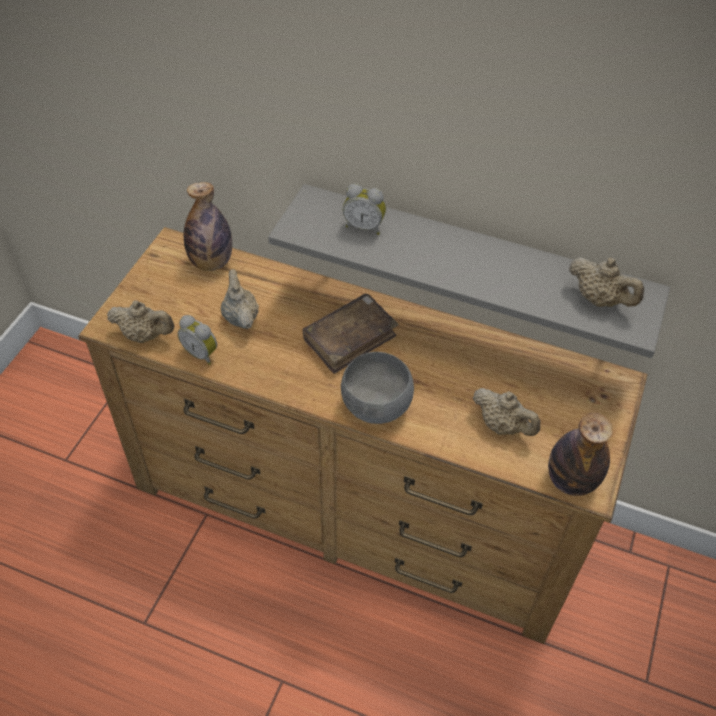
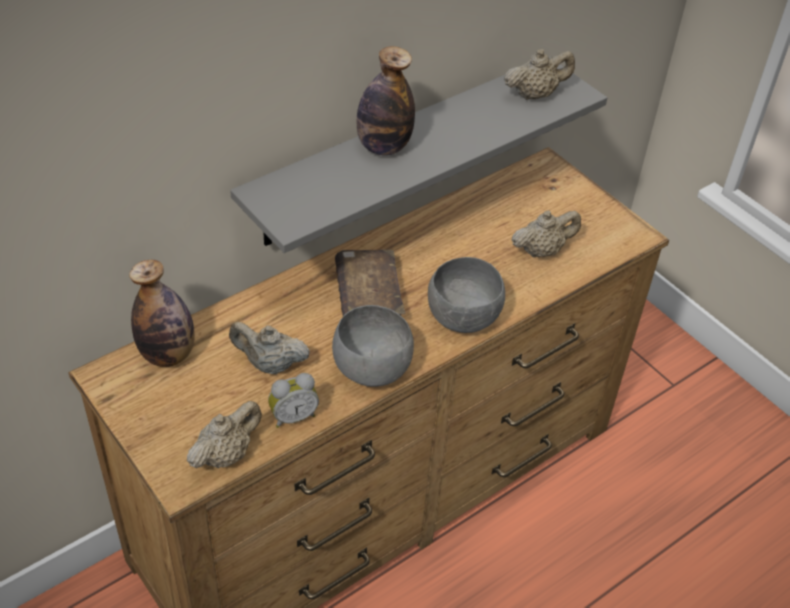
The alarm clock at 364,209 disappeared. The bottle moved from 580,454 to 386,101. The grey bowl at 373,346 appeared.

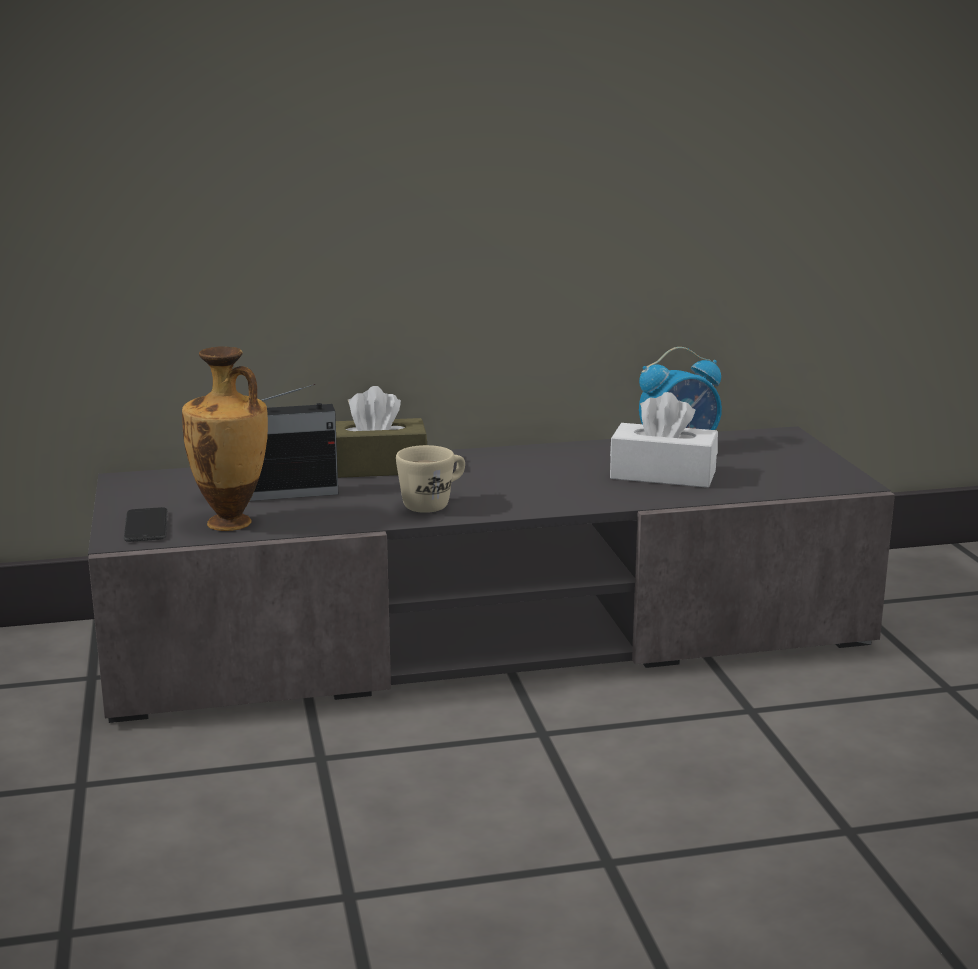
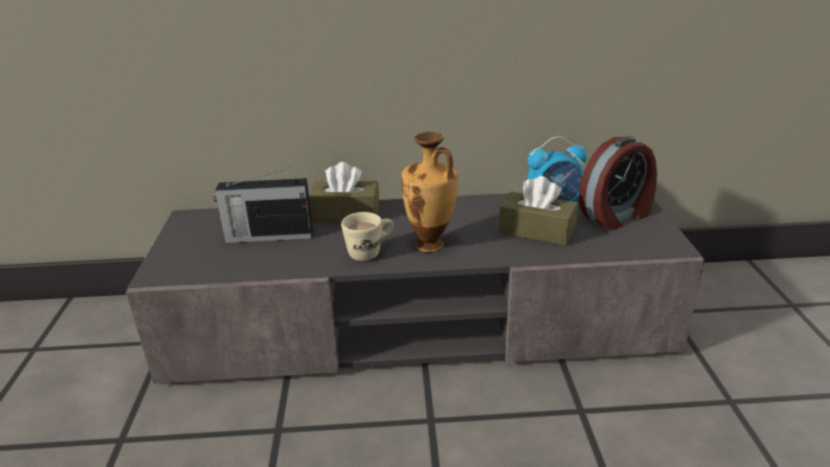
The vase moved from 225,438 to 430,192. The white tissue box at 664,440 became the brown tissue box at 538,211. The phone at 146,524 disappeared. The alarm clock at 618,183 appeared.

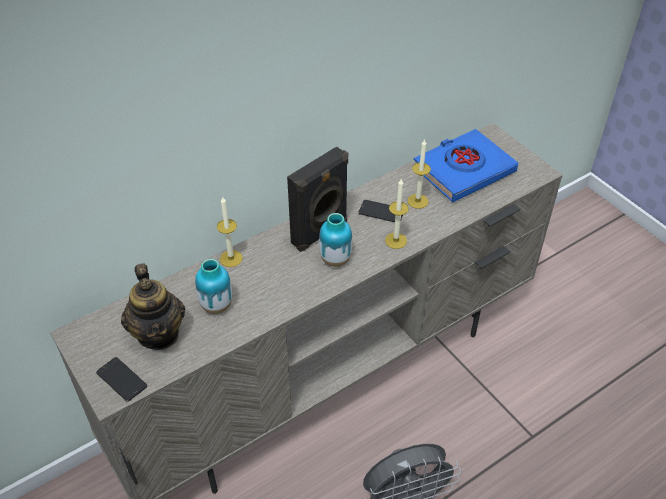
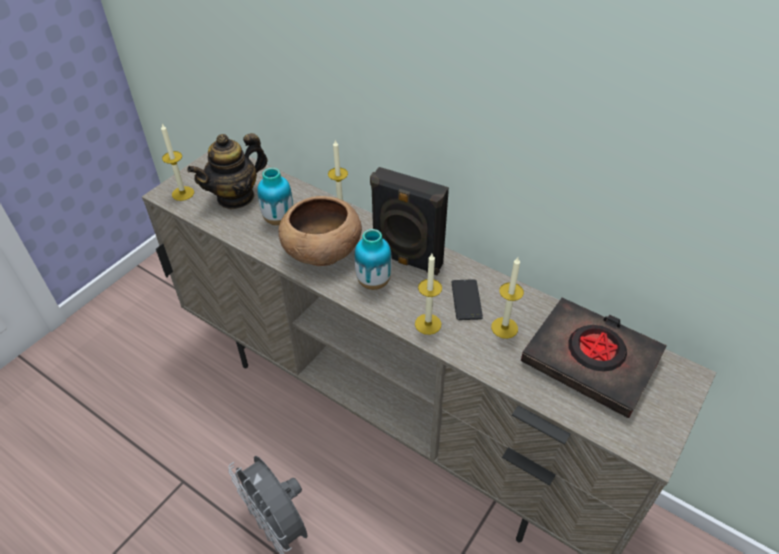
The blue book at 466,165 became the black book at 594,358. The phone at 121,379 was replaced by the candle at 177,162. The brown bowl at 320,231 appeared.

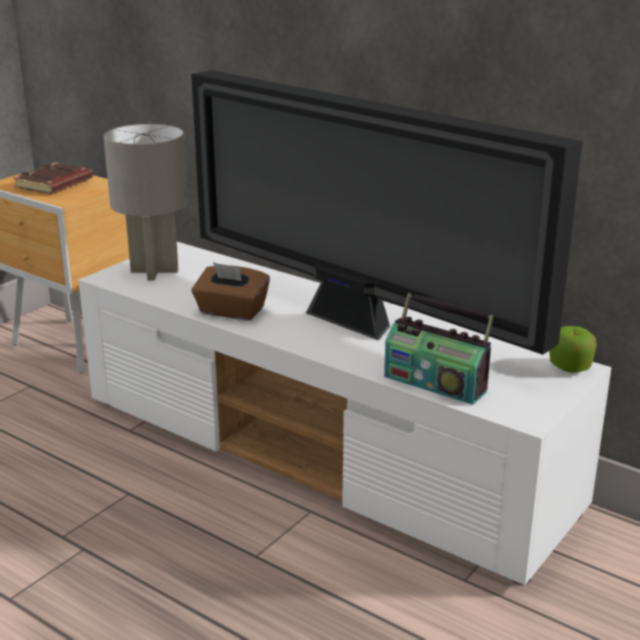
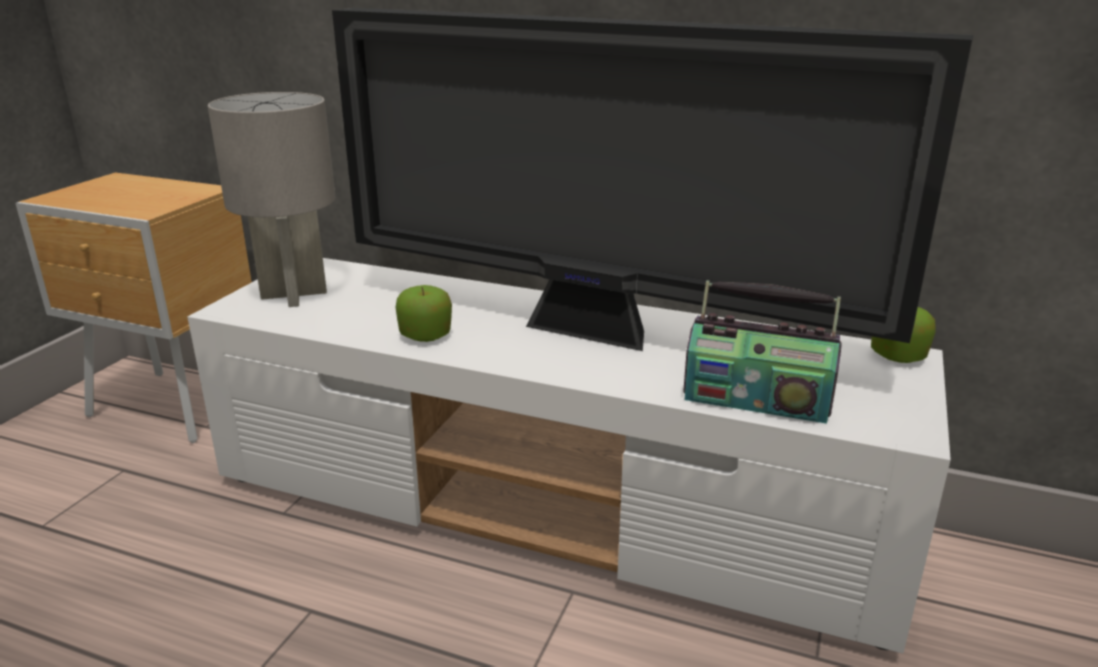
The brown book at 53,178 disappeared. The brown tissue box at 231,291 was replaced by the apple at 423,313.

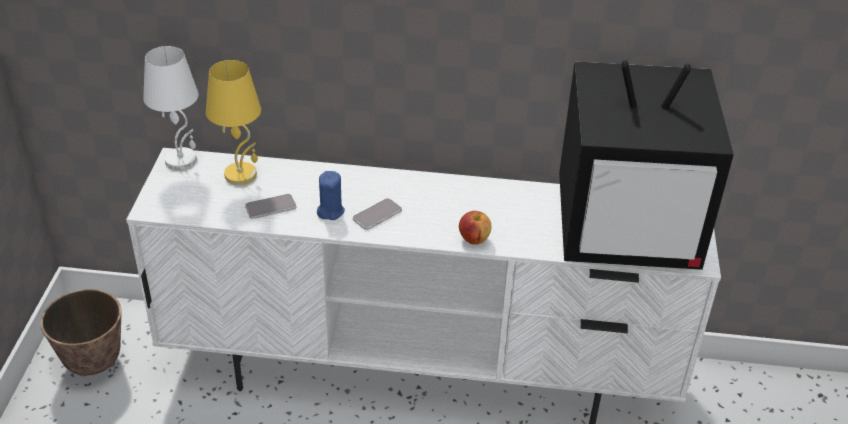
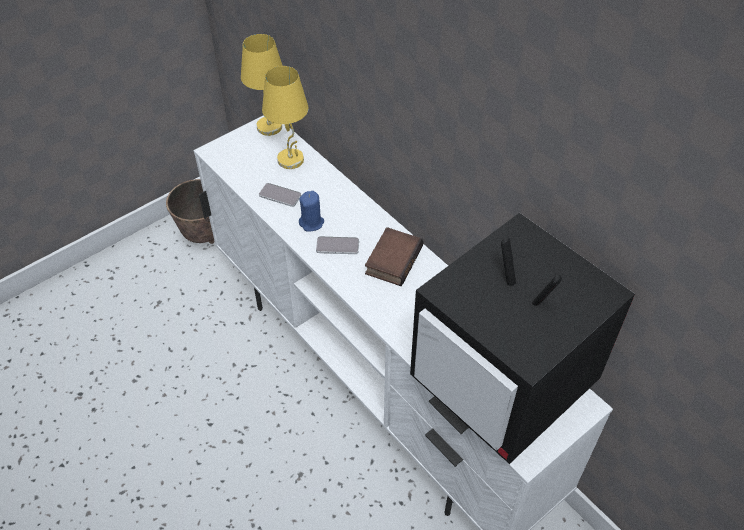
The white table lamp at 170,108 became the yellow table lamp at 262,85. The apple at 475,228 disappeared. The book at 394,256 appeared.

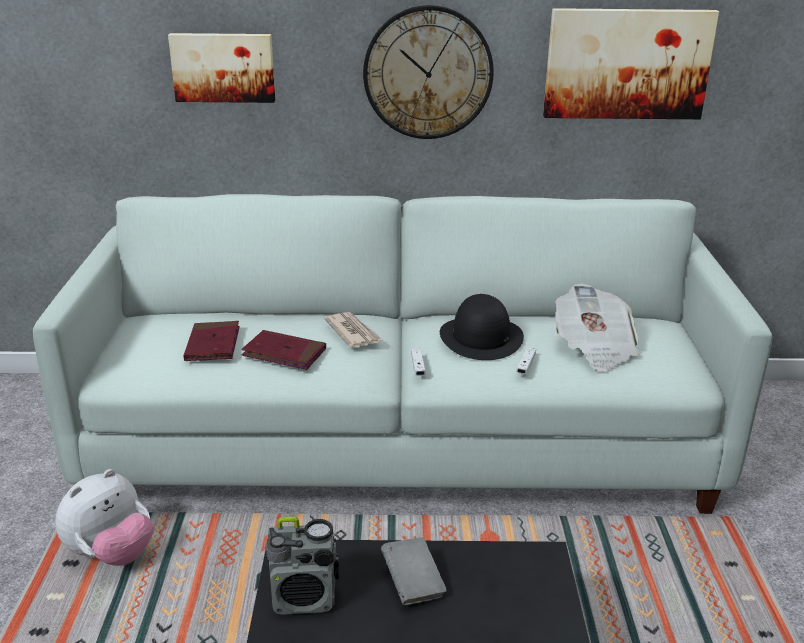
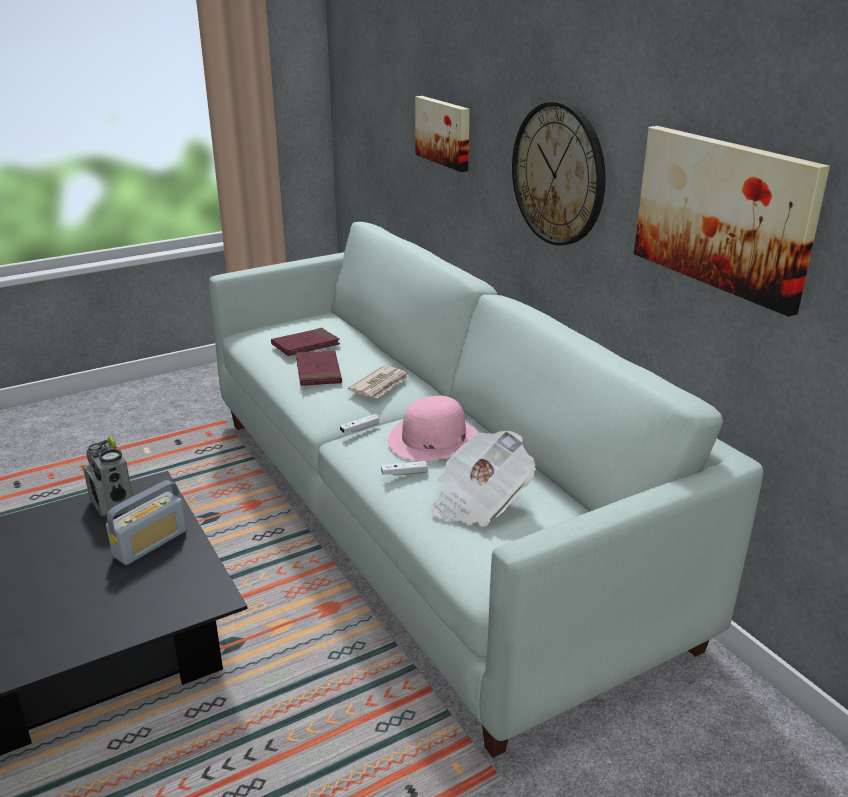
The black hat at 482,327 became the pink hat at 433,428. The plush toy at 104,517 disappeared. The grey book at 414,571 was replaced by the radio at 146,522.

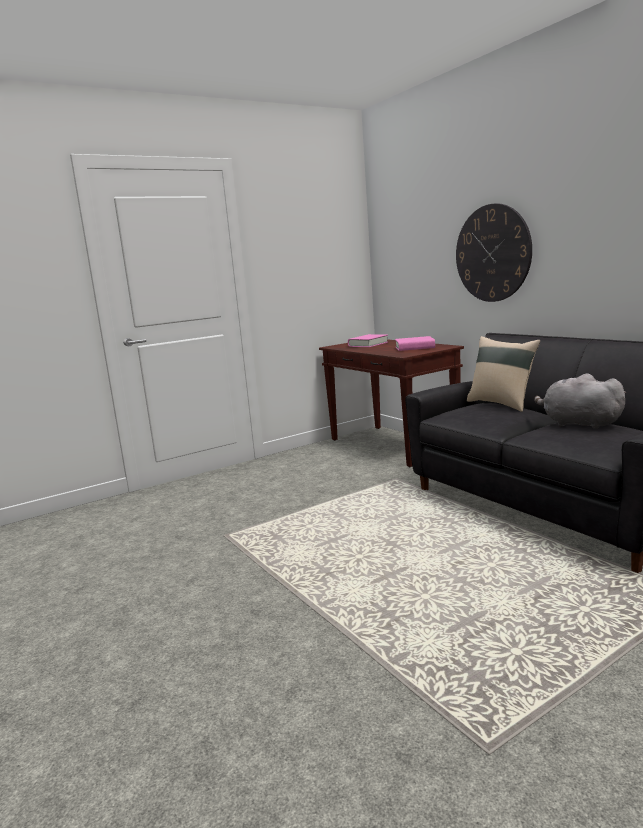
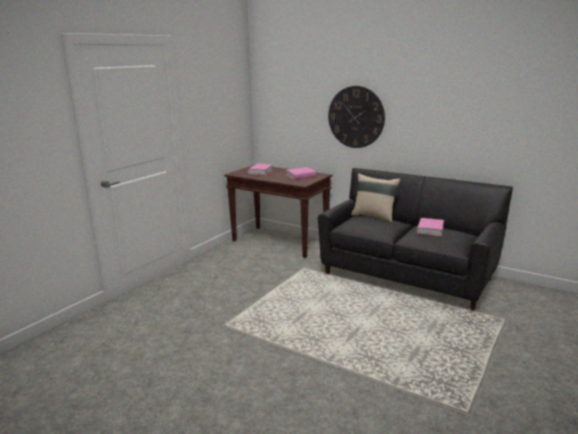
The grey plush toy at 580,401 was replaced by the pink book at 430,227.

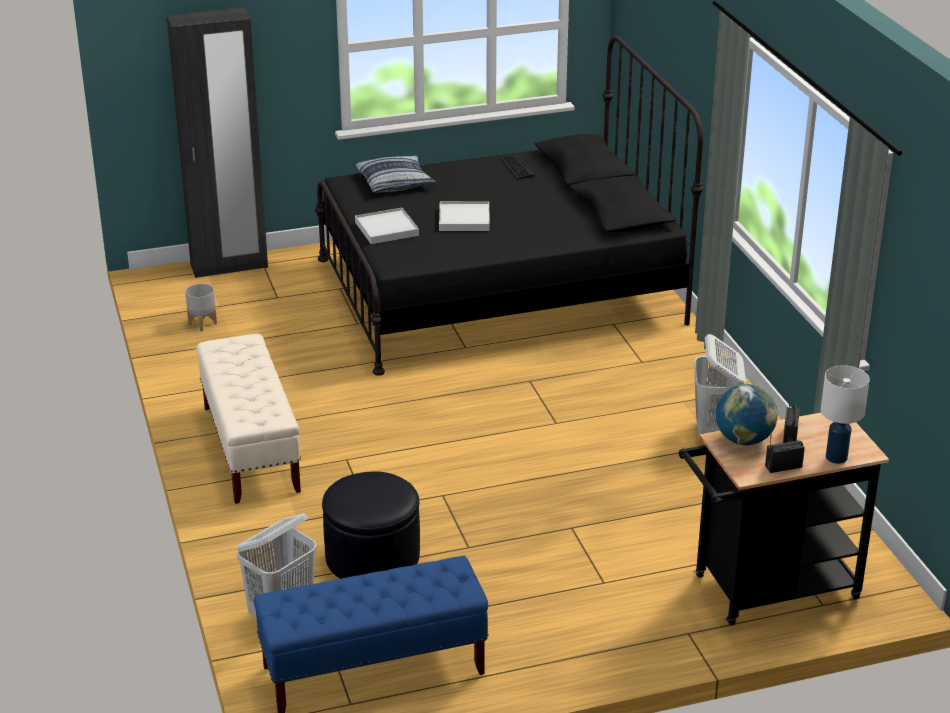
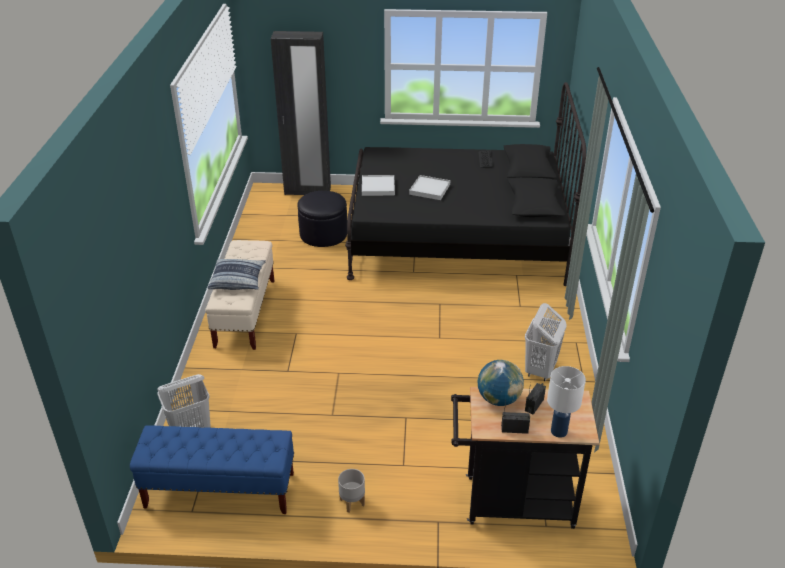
The pillow moved from 396,174 to 237,274. The grey planter moved from 201,307 to 351,491. The black ottoman moved from 371,525 to 322,219.

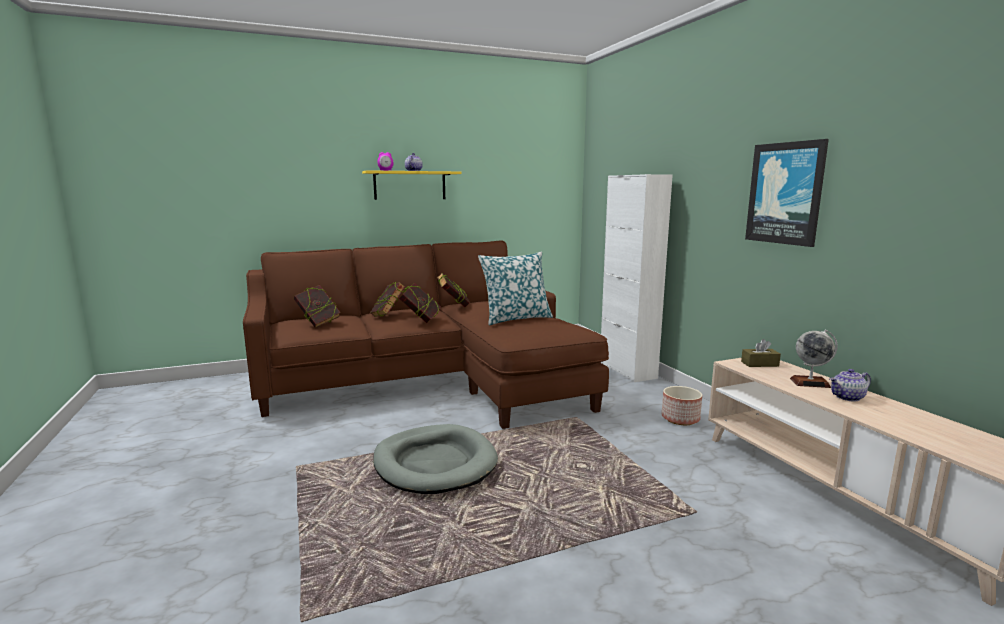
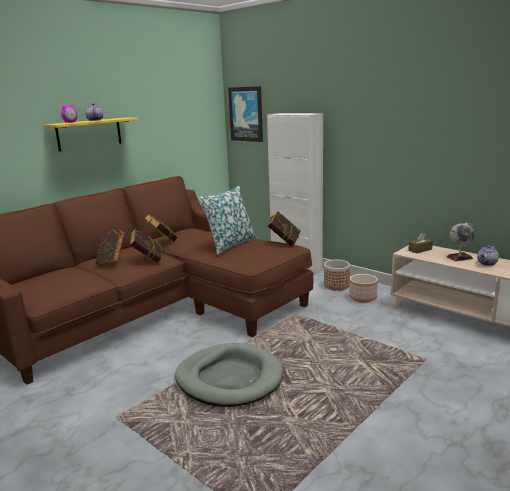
The picture moved from 787,193 to 245,114. The book moved from 317,306 to 284,228. The planter at 337,275 appeared.

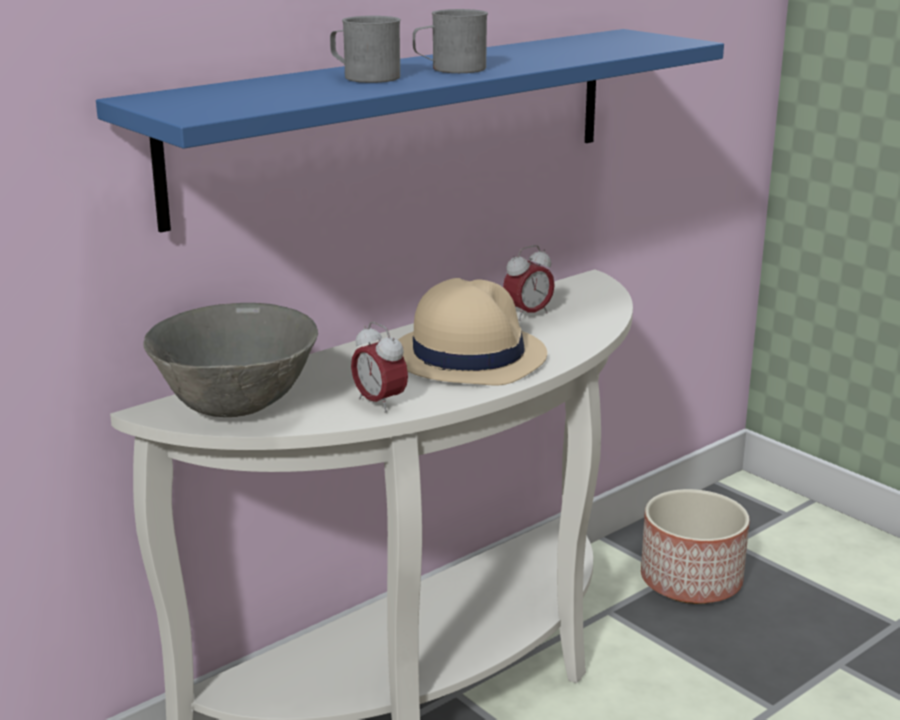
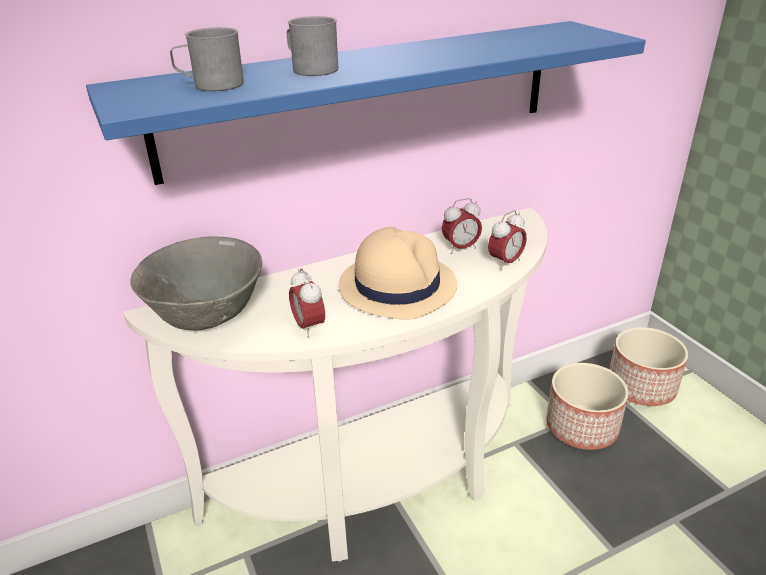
The grey mug moved from 450,41 to 207,59. The alarm clock at 507,240 appeared. The planter at 648,366 appeared.

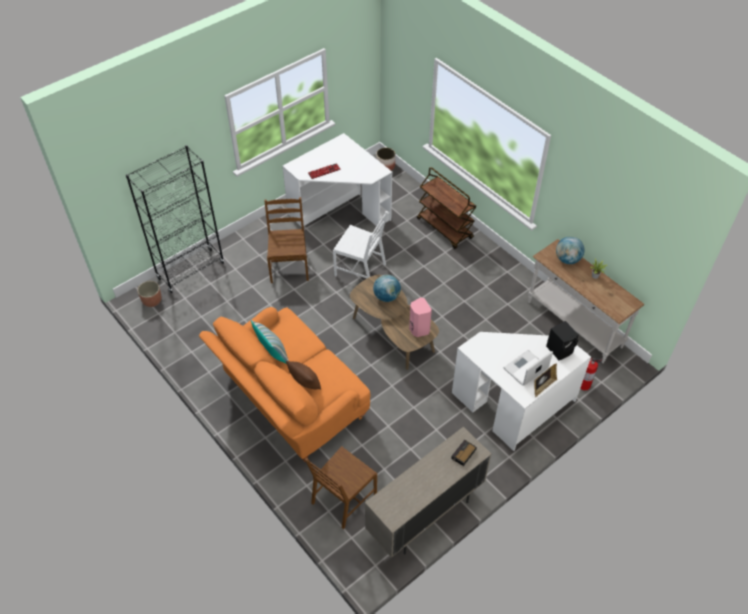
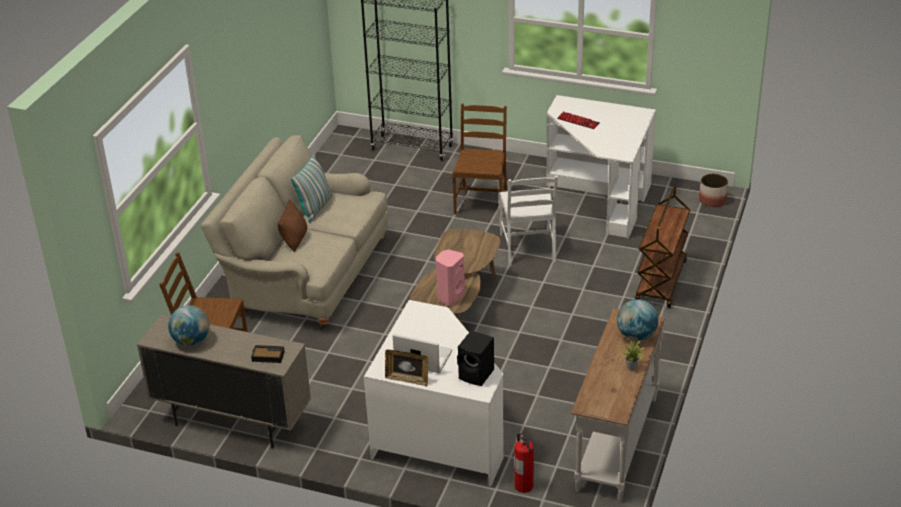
The brown chair at 286,240 turned 45 degrees counterclockwise. The globe moved from 387,288 to 189,325. The planter at 149,294 disappeared. The orange sofa at 284,384 became the beige sofa at 294,232.

